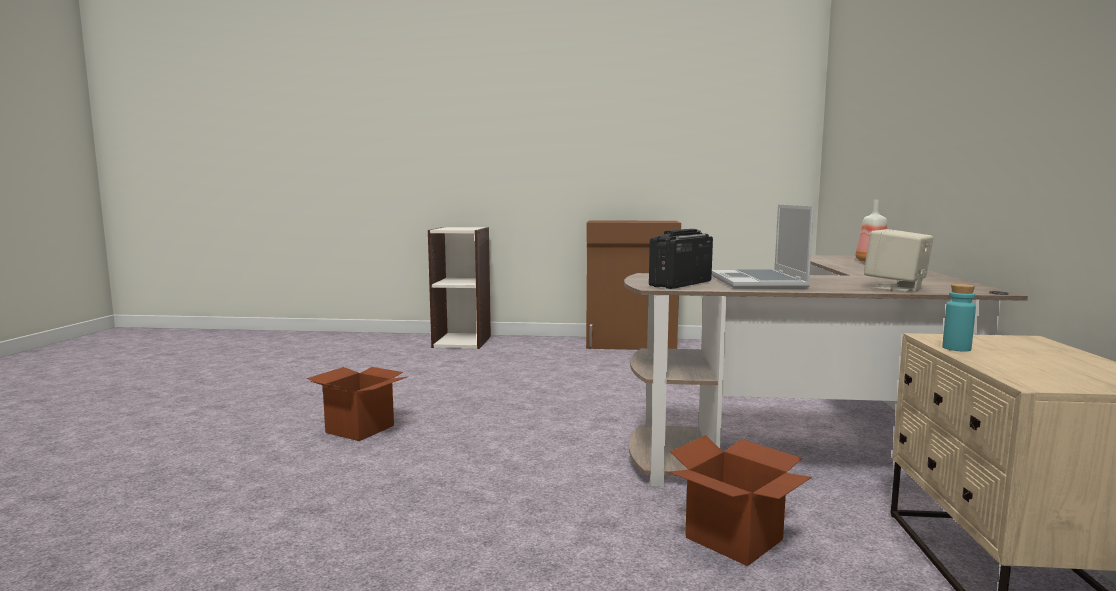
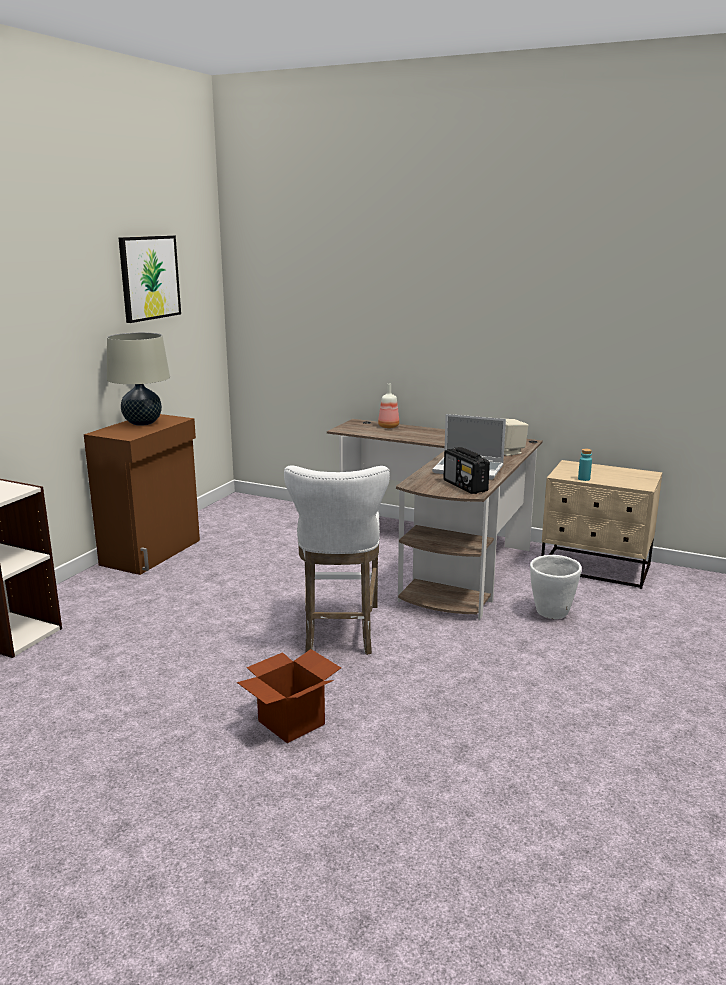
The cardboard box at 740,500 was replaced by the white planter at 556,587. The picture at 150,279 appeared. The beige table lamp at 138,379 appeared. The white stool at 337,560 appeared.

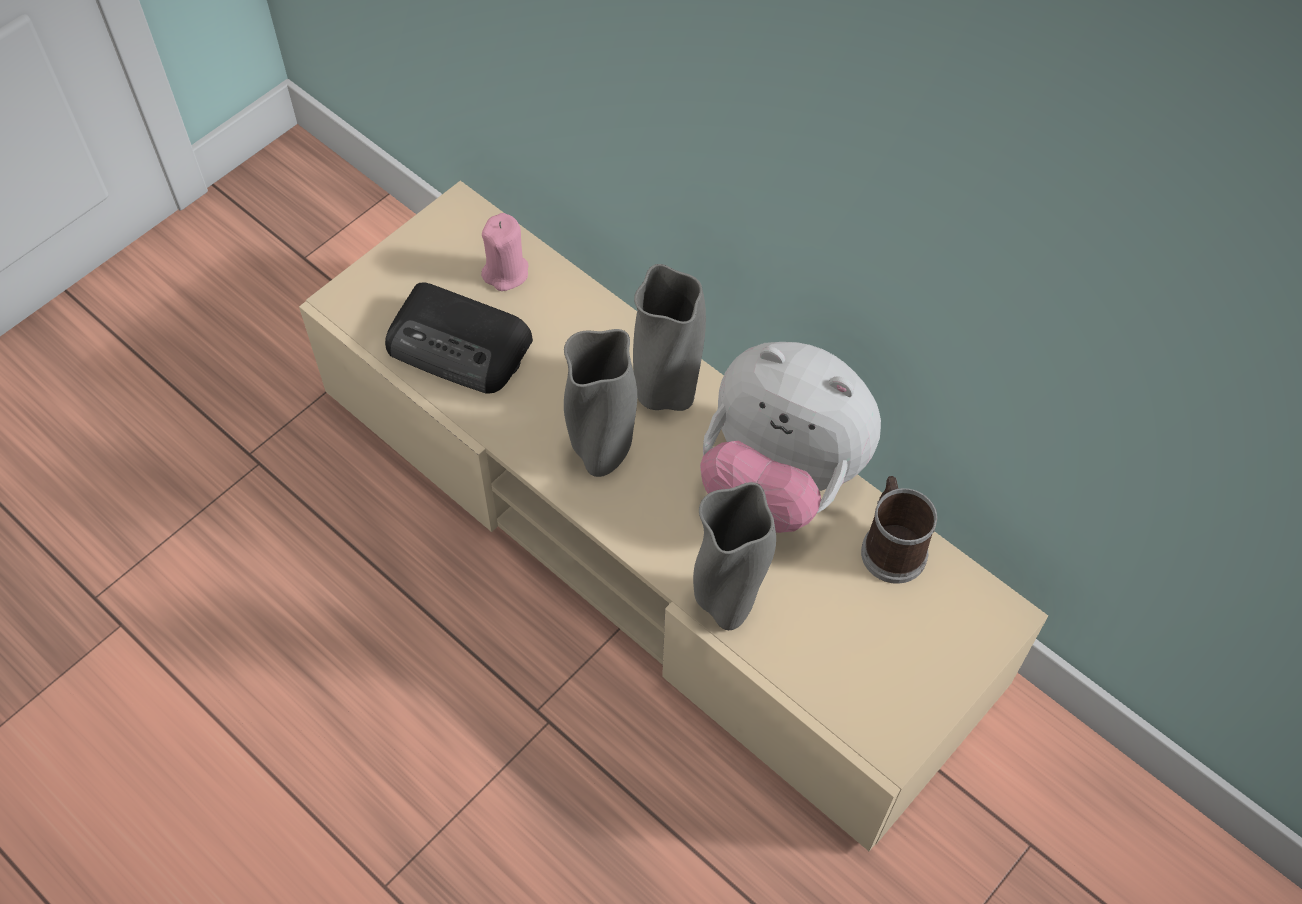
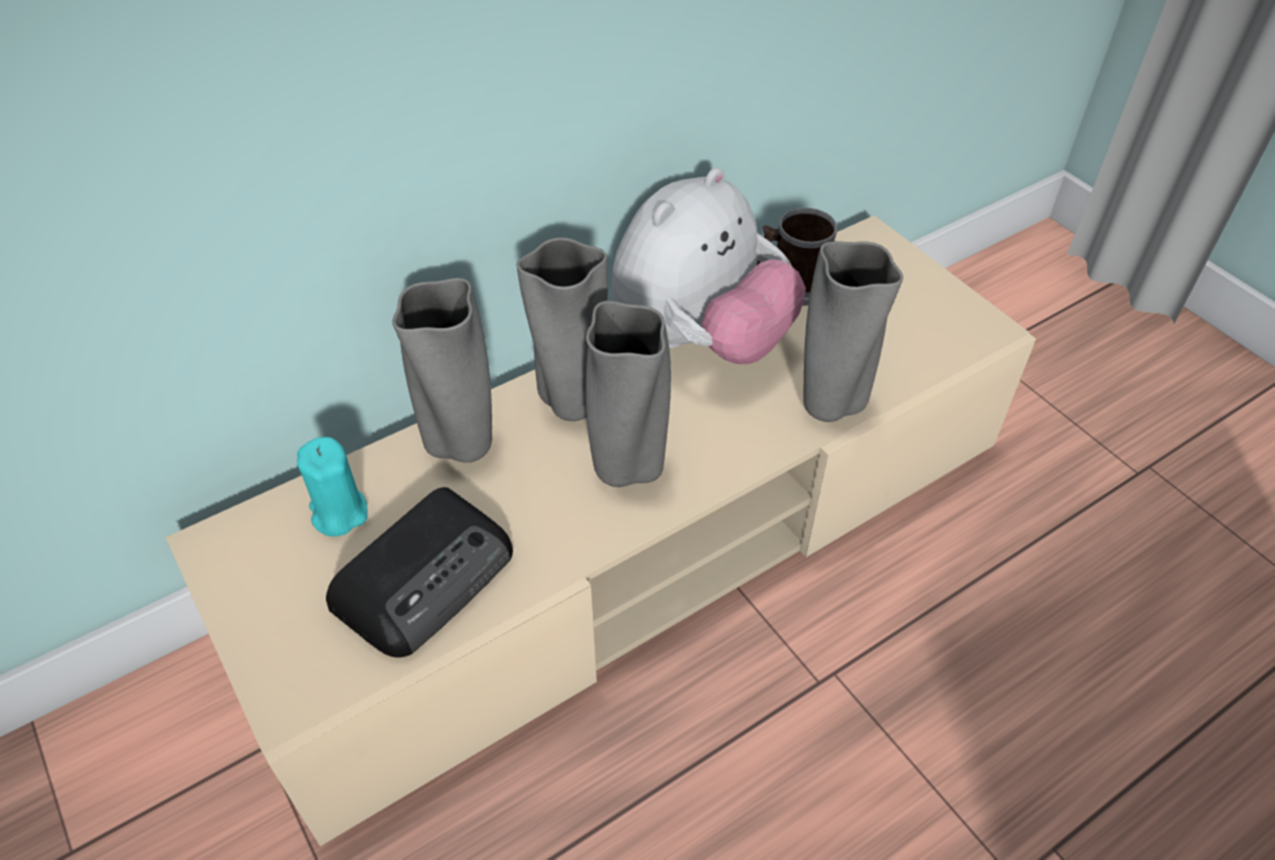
The pink candle at 505,252 became the turquoise candle at 332,487. The grey vase at 442,370 appeared.

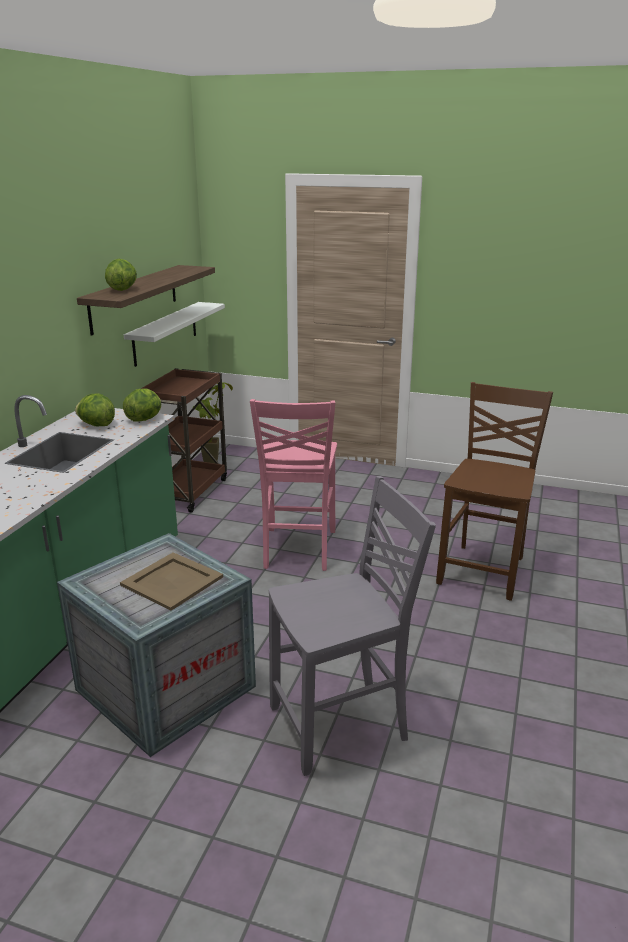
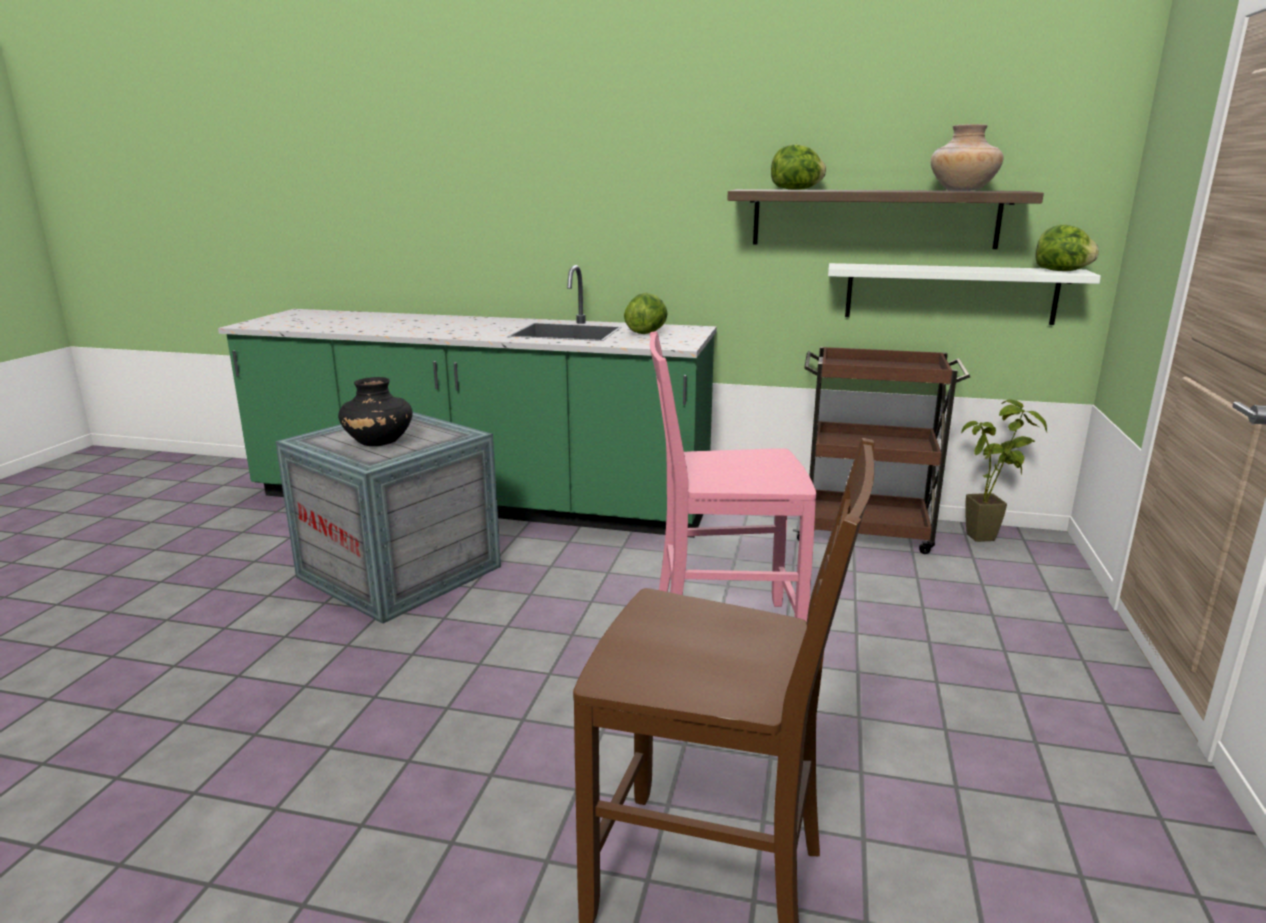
The lettuce moved from 142,405 to 1067,248. The grey chair at 352,626 disappeared. The beige tray at 171,581 was replaced by the black vase at 375,411. The beige vase at 967,157 appeared.

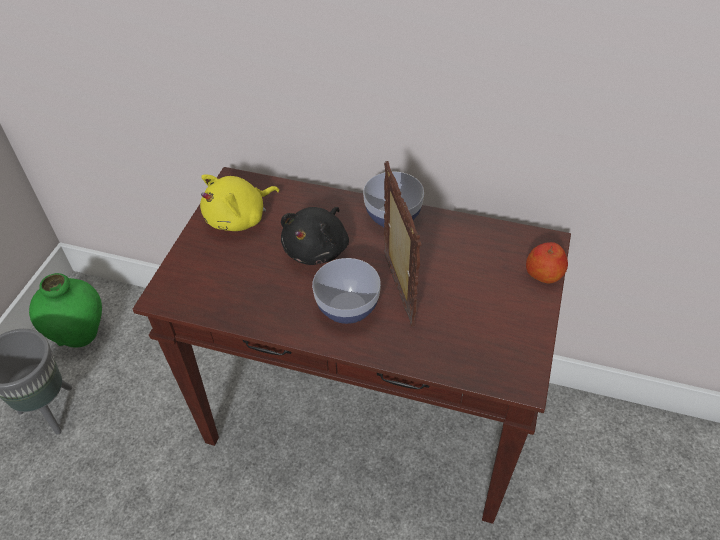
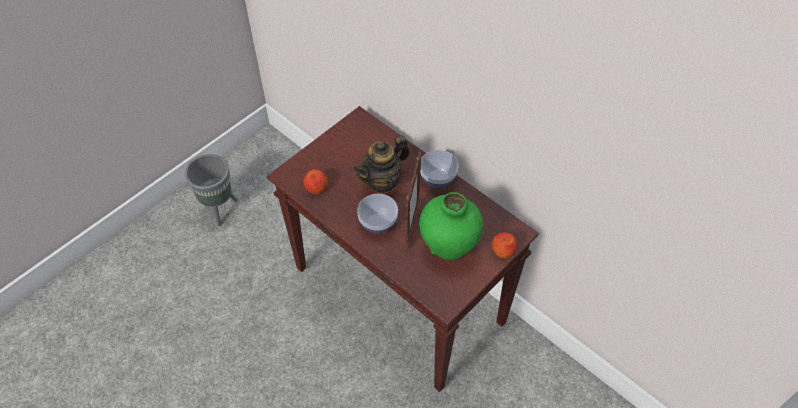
The yellow plush toy at 239,202 disappeared. The black plush toy at 315,236 was replaced by the teapot at 382,164. The green vase moved from 65,310 to 451,226. The apple at 315,181 appeared.

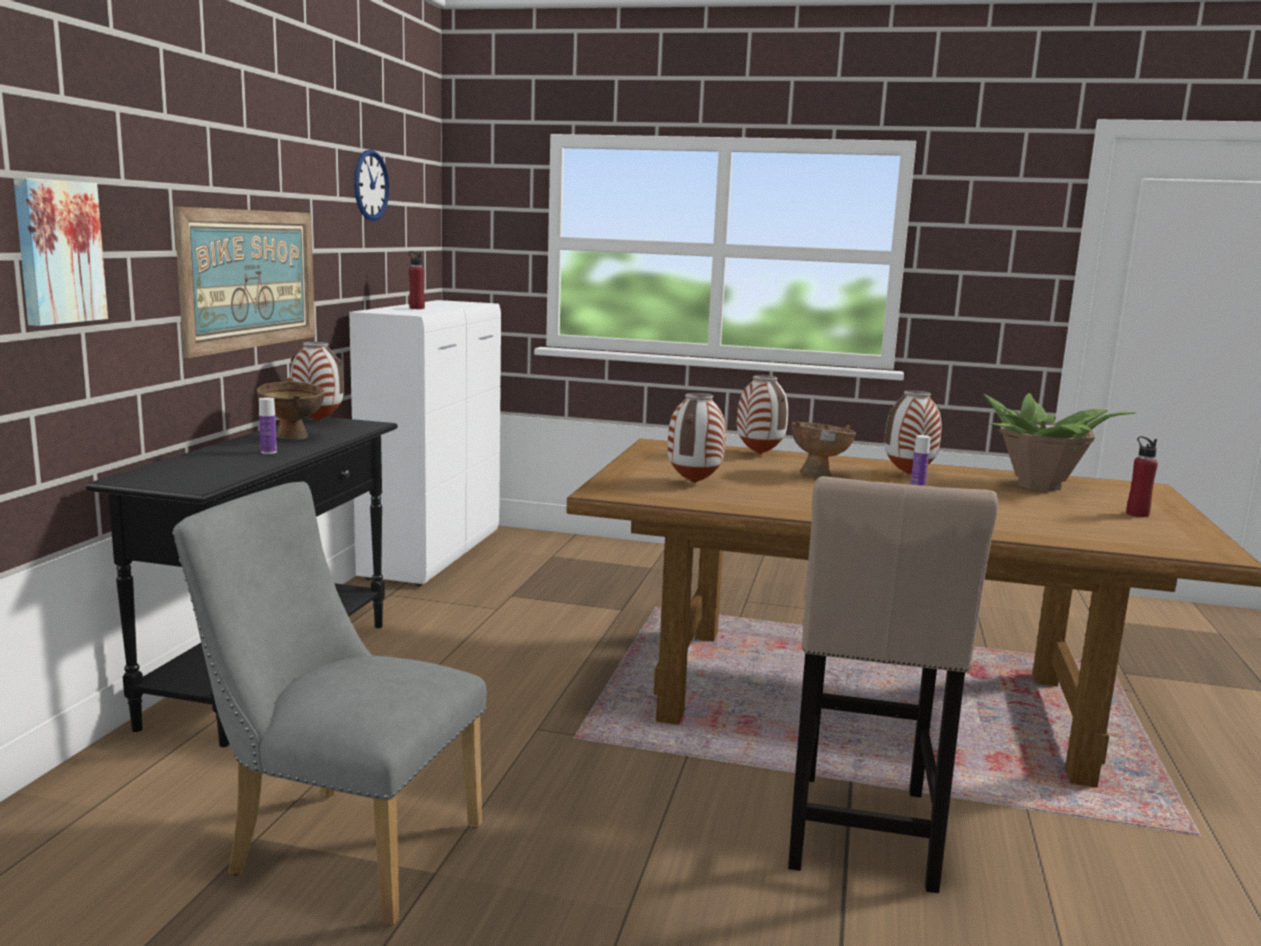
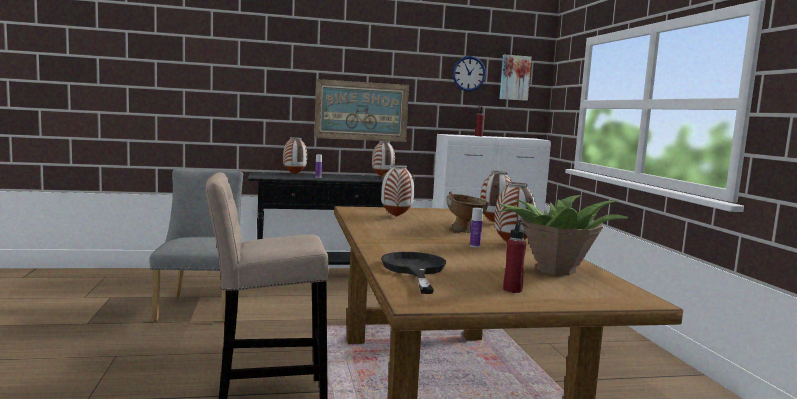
The picture moved from 61,251 to 515,78. The brown bowl at 291,409 disappeared. The vase at 295,156 appeared. The black frying pan at 413,273 appeared.

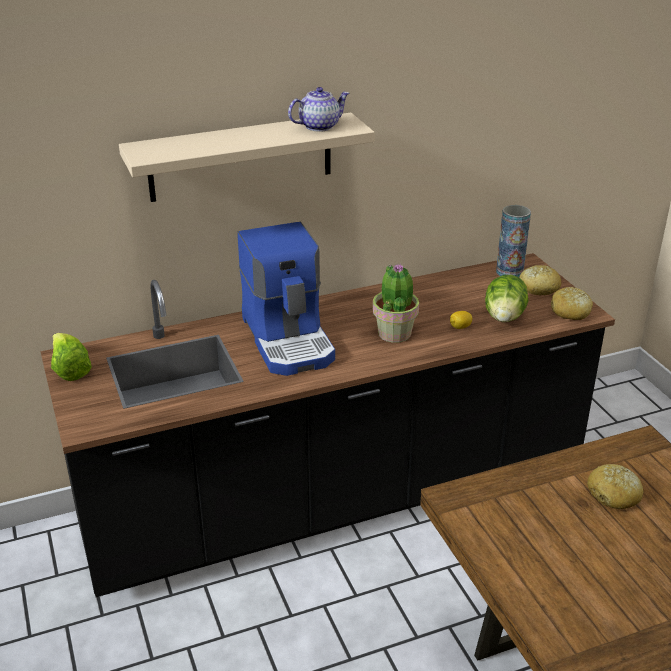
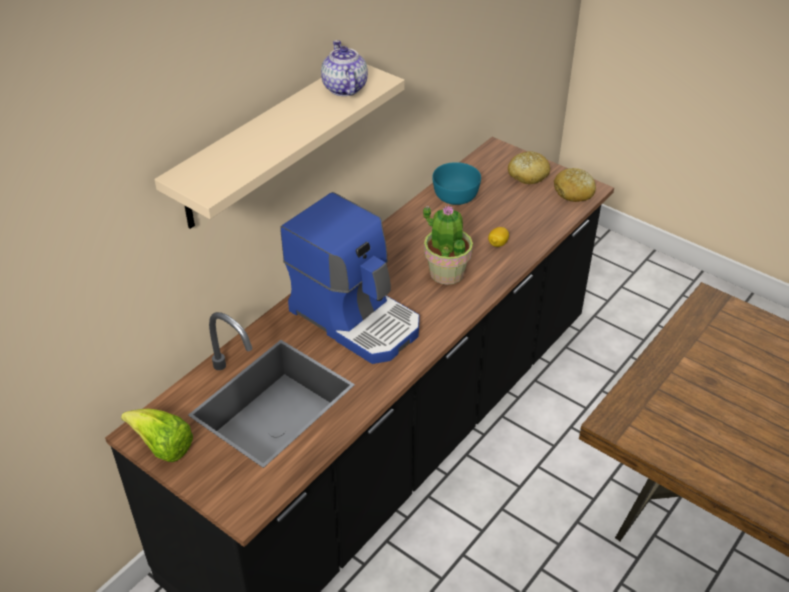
The teapot at 319,109 turned 45 degrees counterclockwise. The vase at 513,241 disappeared. The lettuce at 506,298 disappeared. The bread at 615,486 disappeared. The turquoise bowl at 456,183 appeared.

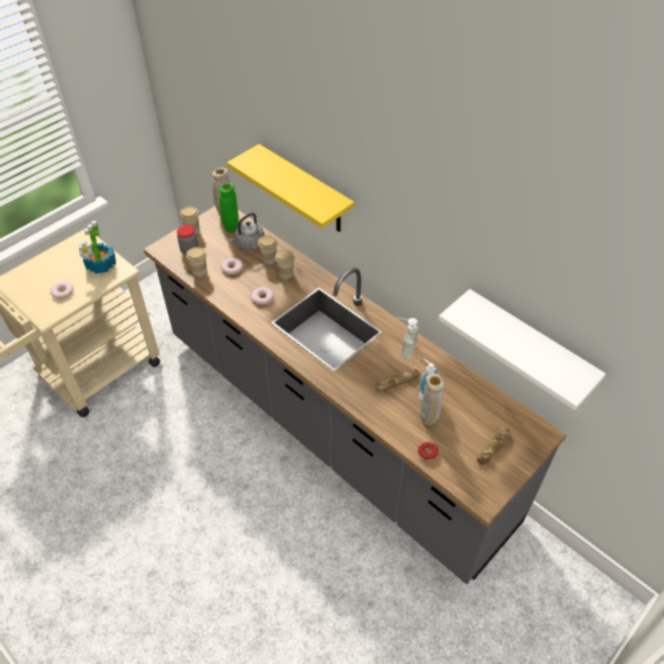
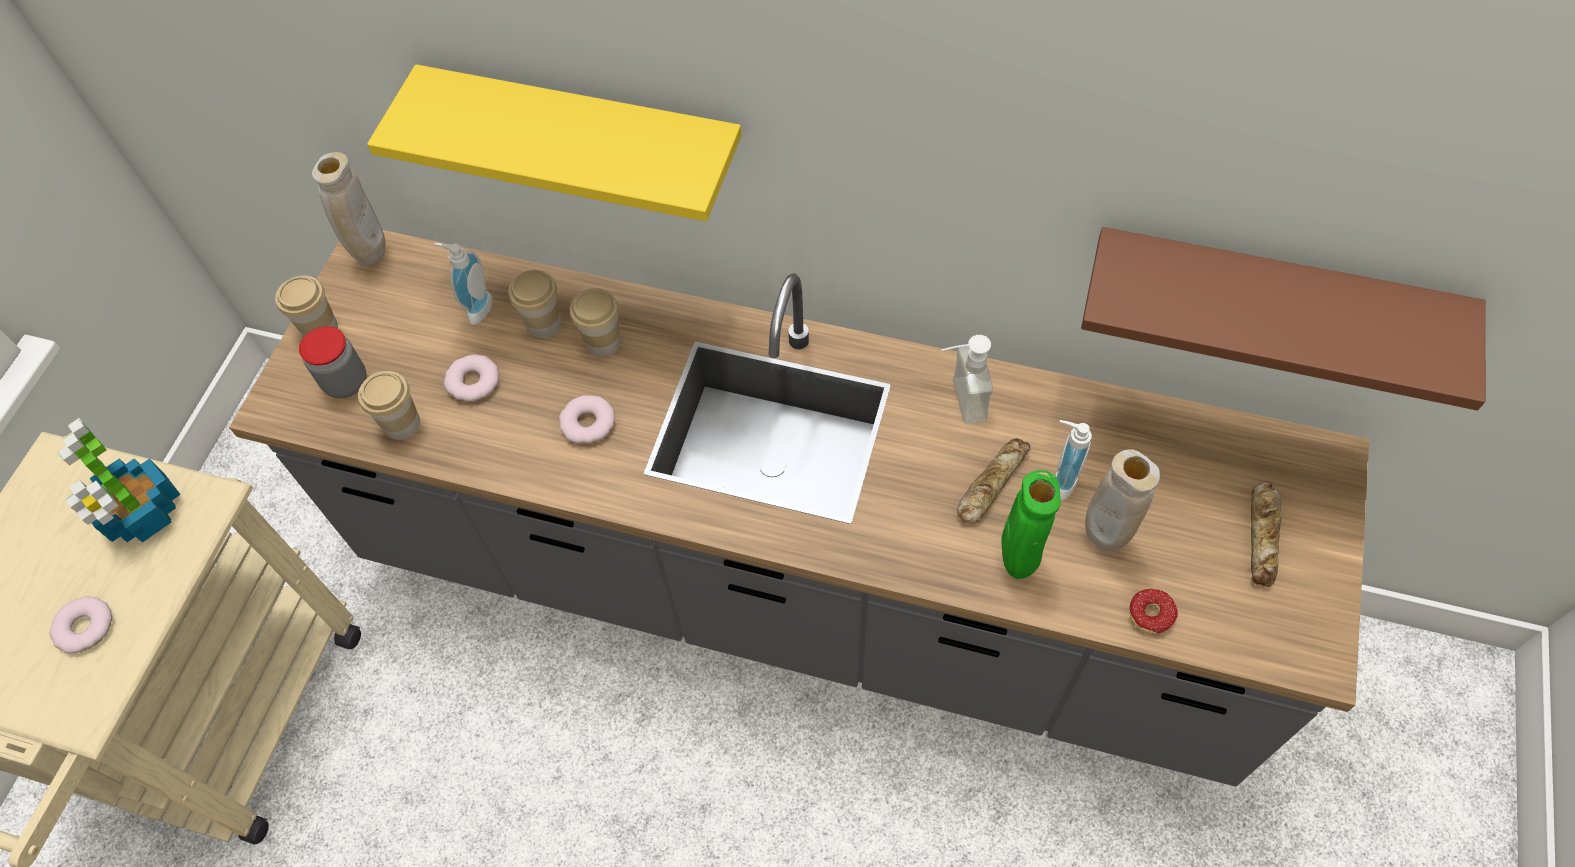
The green vase moved from 229,208 to 1031,524. The grey kettle at 246,232 was replaced by the soap dispenser at 464,284. The white shelf at 522,349 became the brown shelf at 1283,318.

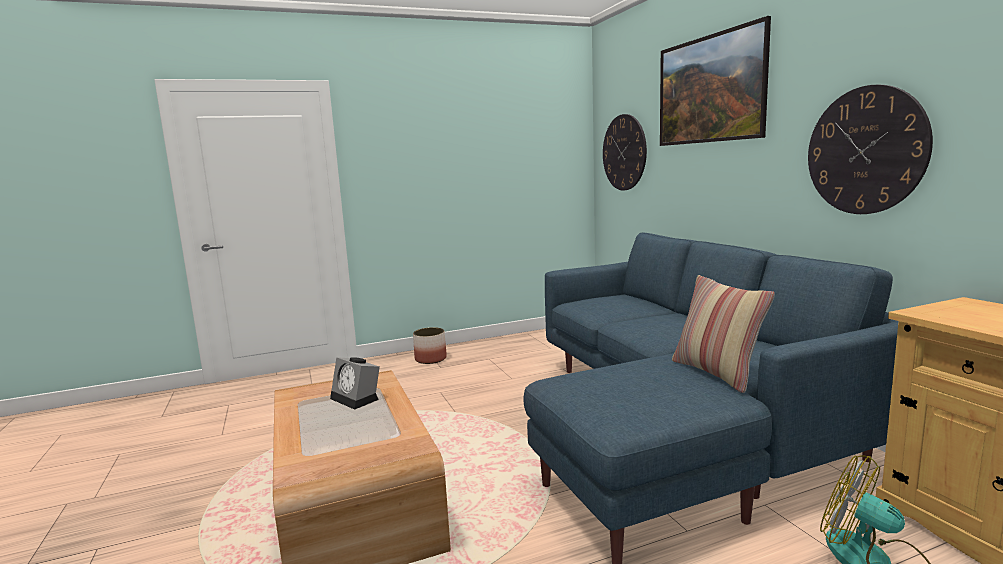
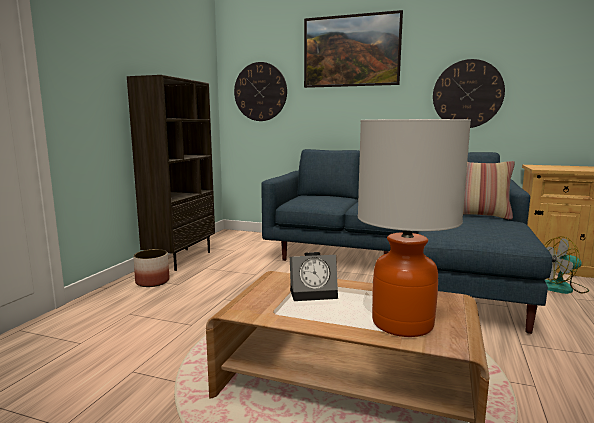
The brown bookcase at 171,173 appeared. The table lamp at 414,228 appeared.

